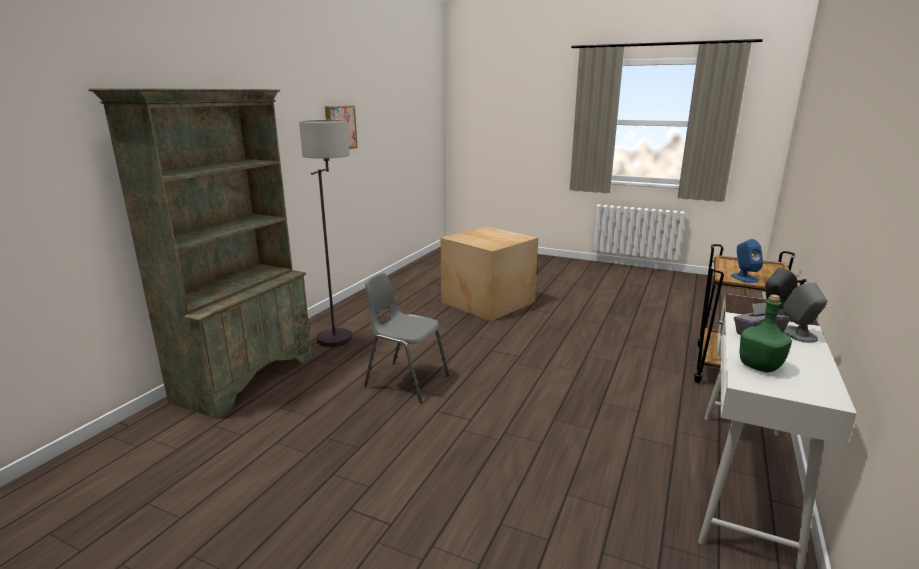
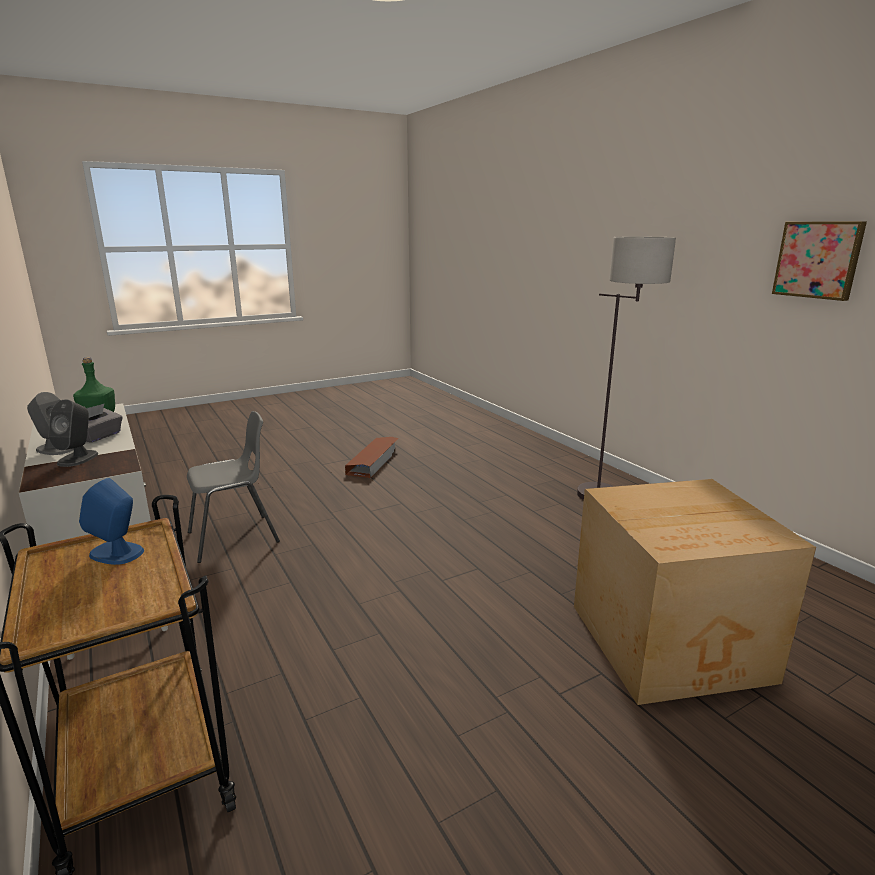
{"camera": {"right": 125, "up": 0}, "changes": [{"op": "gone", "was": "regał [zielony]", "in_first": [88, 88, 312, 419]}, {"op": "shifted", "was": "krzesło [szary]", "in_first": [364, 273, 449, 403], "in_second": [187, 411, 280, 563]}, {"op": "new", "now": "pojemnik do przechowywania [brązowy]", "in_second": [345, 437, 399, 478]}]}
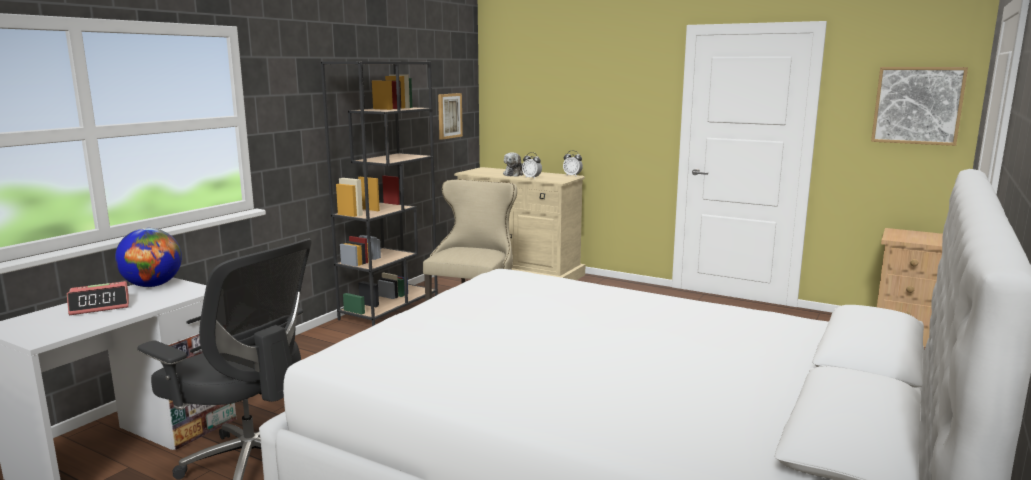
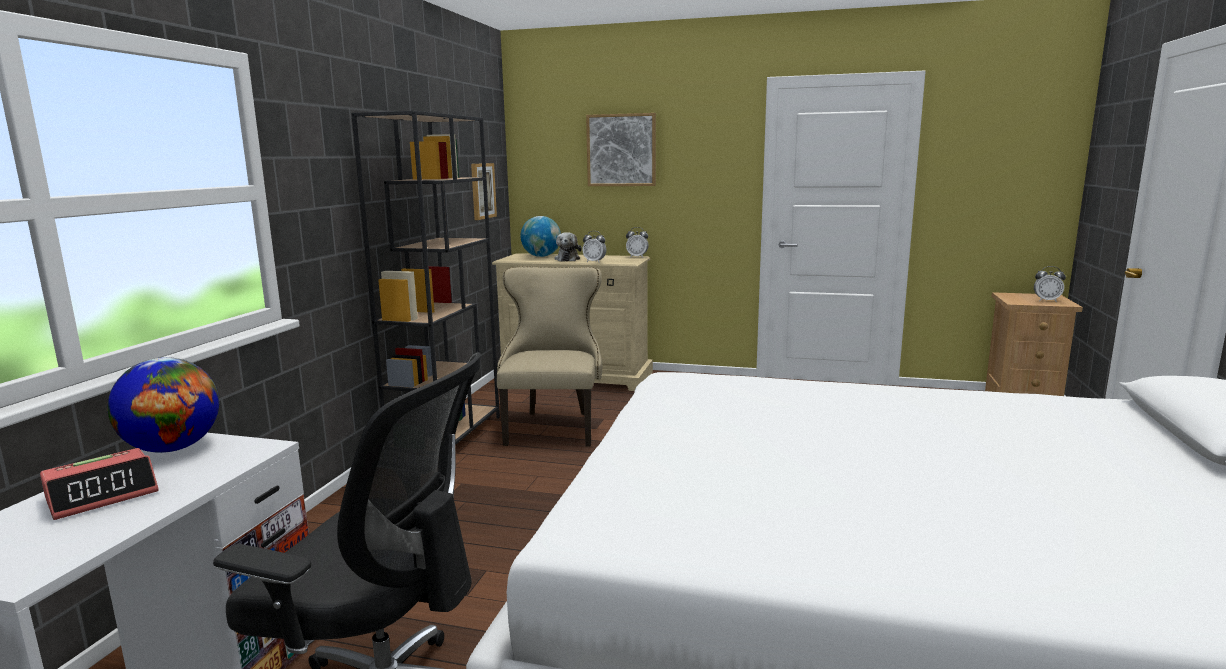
{"camera": {"right": -15, "up": 0}, "changes": [{"op": "shifted", "was": "obraz", "in_first": [871, 67, 968, 146], "in_second": [586, 113, 656, 186]}, {"op": "new", "now": "globus", "in_second": [520, 216, 561, 257]}, {"op": "new", "now": "budzik", "in_second": [1034, 266, 1066, 302]}]}
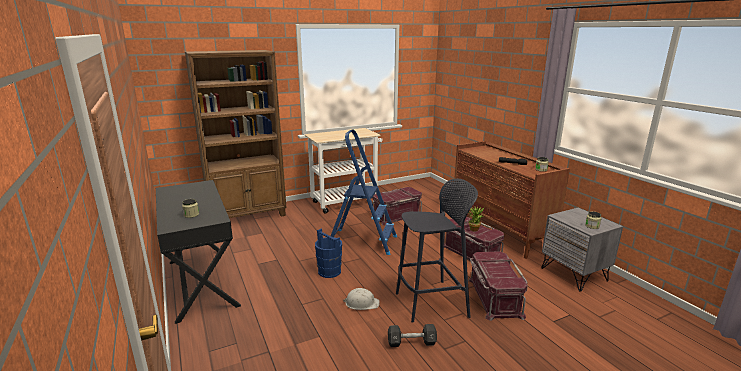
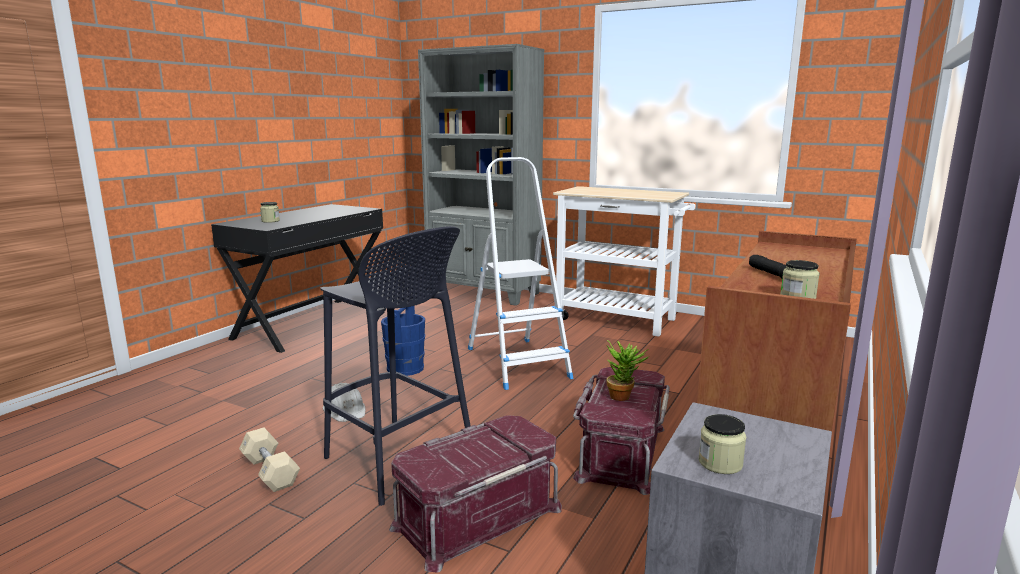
{"camera": {"right": 55, "up": -5}, "changes": [{"op": "repainted", "was": "regał [brązowy]", "now": "regał [szary]", "in_first": [185, 50, 287, 218], "in_second": [418, 44, 544, 306]}, {"op": "repainted", "was": "drabinka [niebieski]", "now": "drabinka [biały]", "in_first": [331, 129, 397, 255], "in_second": [468, 157, 573, 390]}, {"op": "gone", "was": "pojemnik do przechowywania [czerwony]", "in_first": [371, 187, 422, 225]}, {"op": "repainted", "was": "hantel [czarny]", "now": "hantel [beżowy]", "in_first": [388, 324, 437, 347], "in_second": [239, 427, 300, 492]}]}
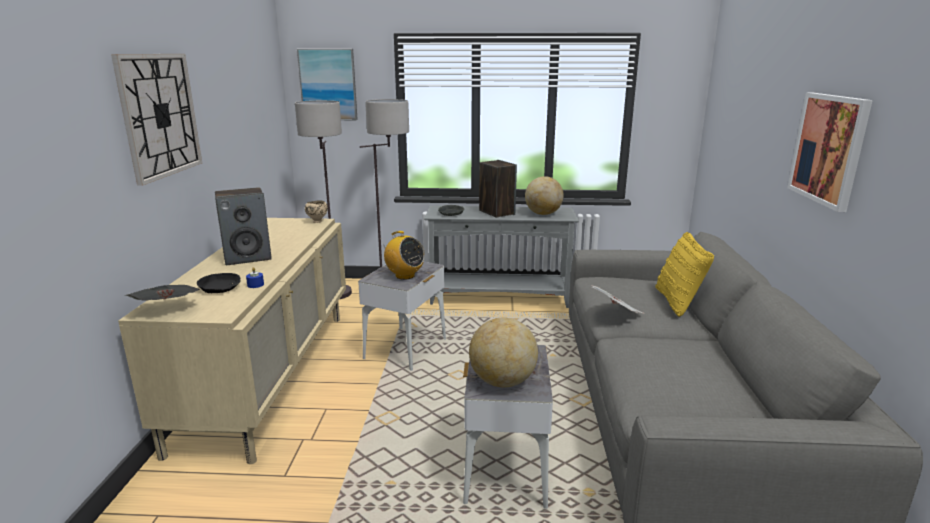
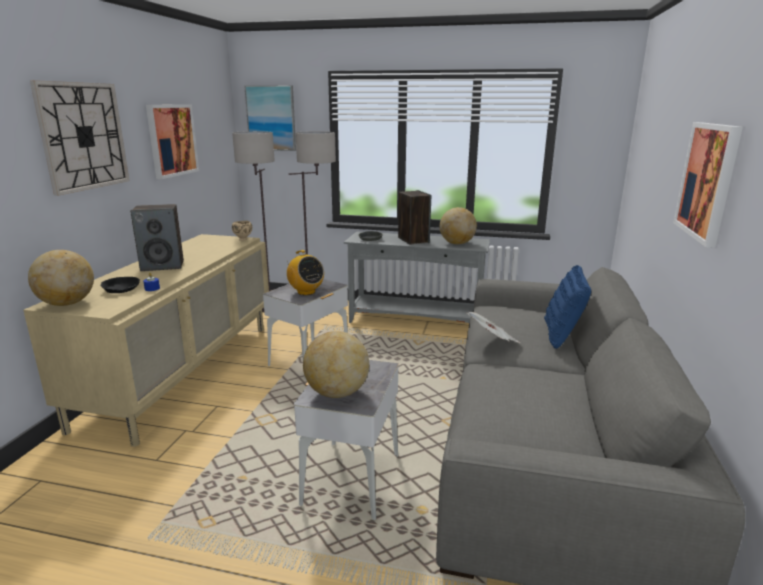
{"camera": {"right": 10, "up": 0}, "changes": [{"op": "swapped", "was": "gazeta", "now": "globus", "in_first": [124, 285, 200, 301], "in_second": [28, 250, 94, 306]}, {"op": "repainted", "was": "poduszka [żółty]", "now": "poduszka [niebieski]", "in_first": [655, 232, 714, 317], "in_second": [544, 265, 591, 349]}, {"op": "new", "now": "obraz", "in_second": [146, 104, 199, 179]}]}
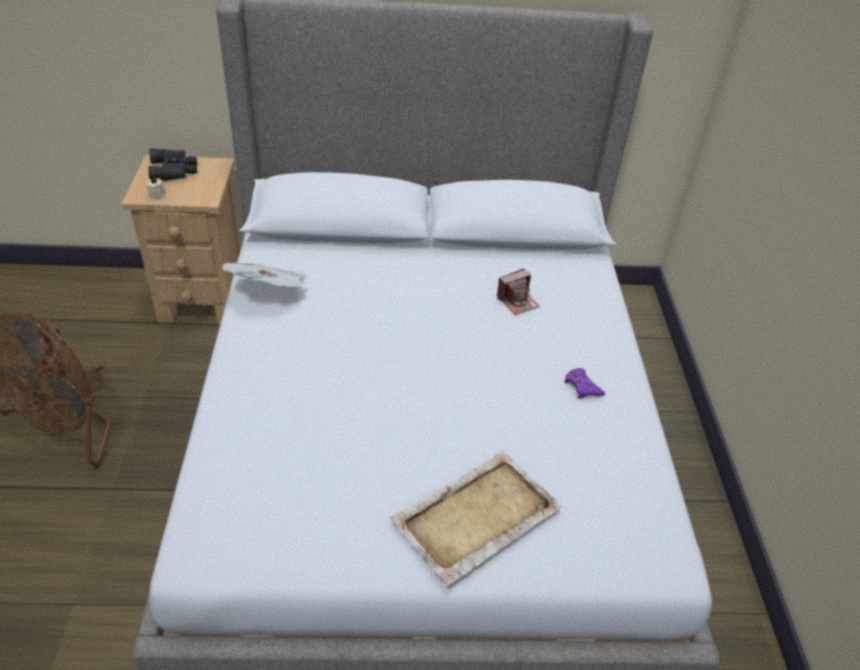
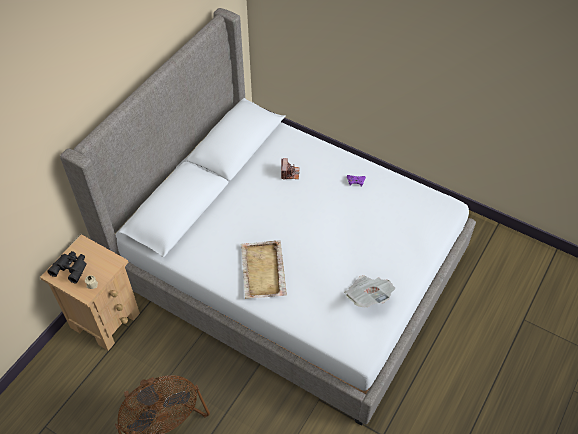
{"camera": {"right": -55, "up": 10}, "changes": [{"op": "shifted", "was": "gazeta", "in_first": [222, 263, 305, 288], "in_second": [344, 275, 395, 307]}, {"op": "shifted", "was": "taca [beżowy]", "in_first": [390, 450, 562, 586], "in_second": [240, 240, 287, 299]}]}
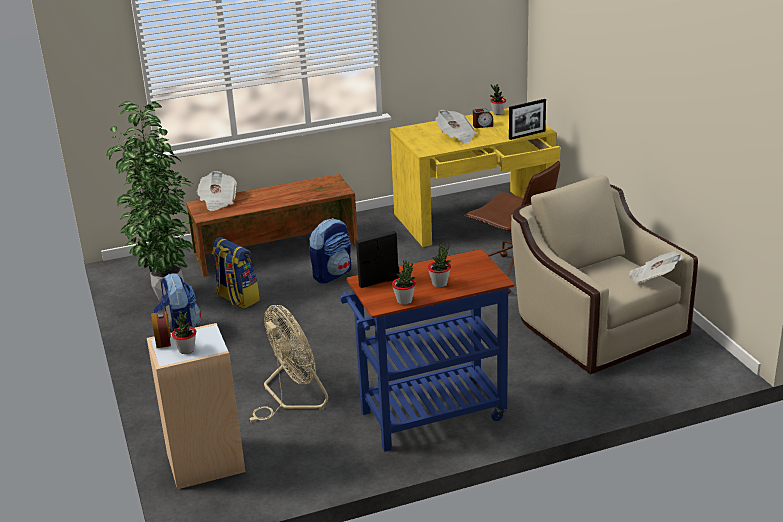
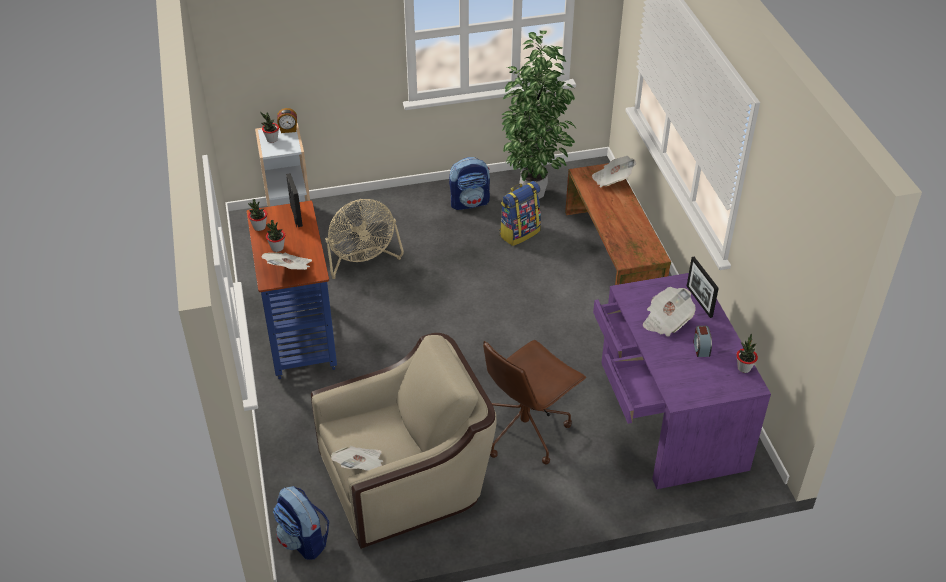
{"camera": {"right": 95, "up": 15}, "changes": [{"op": "shifted", "was": "plecak", "in_first": [309, 218, 351, 283], "in_second": [273, 486, 329, 560]}, {"op": "repainted", "was": "biurko [żółty]", "now": "biurko [fioletowy]", "in_first": [390, 108, 560, 247], "in_second": [593, 273, 771, 489]}, {"op": "shifted", "was": "ramka na zdjęcie", "in_first": [509, 99, 546, 140], "in_second": [687, 257, 719, 318]}, {"op": "new", "now": "gazeta", "in_second": [262, 253, 312, 270]}]}
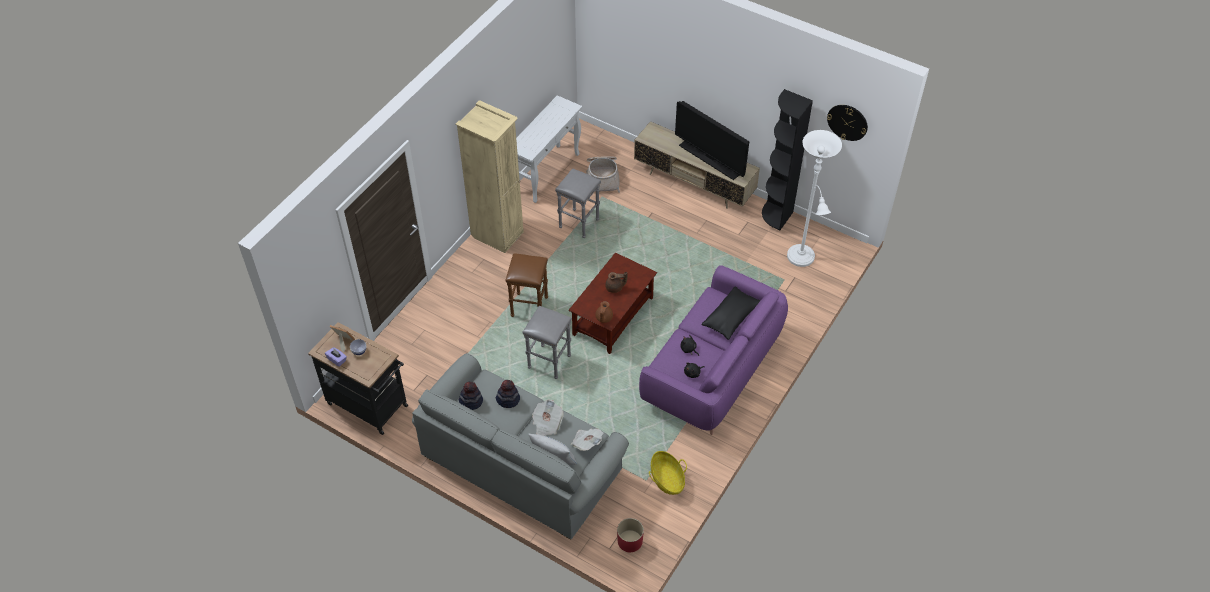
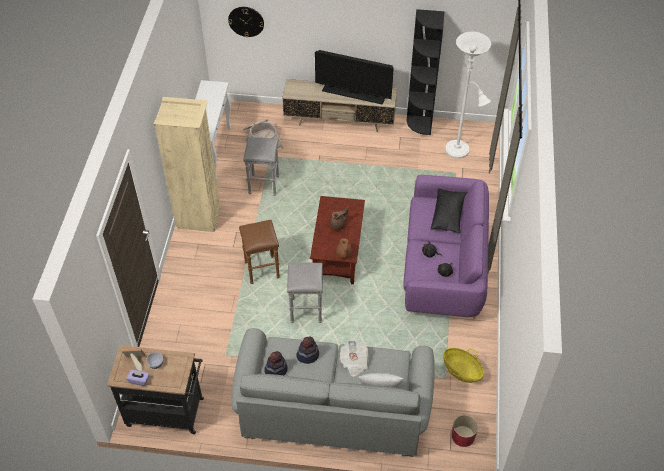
{"camera": {"right": -25, "up": 0}, "changes": [{"op": "gone", "was": "gazeta", "in_first": [571, 428, 604, 451]}, {"op": "shifted", "was": "zegar ścienny", "in_first": [827, 105, 868, 141], "in_second": [228, 7, 264, 37]}]}
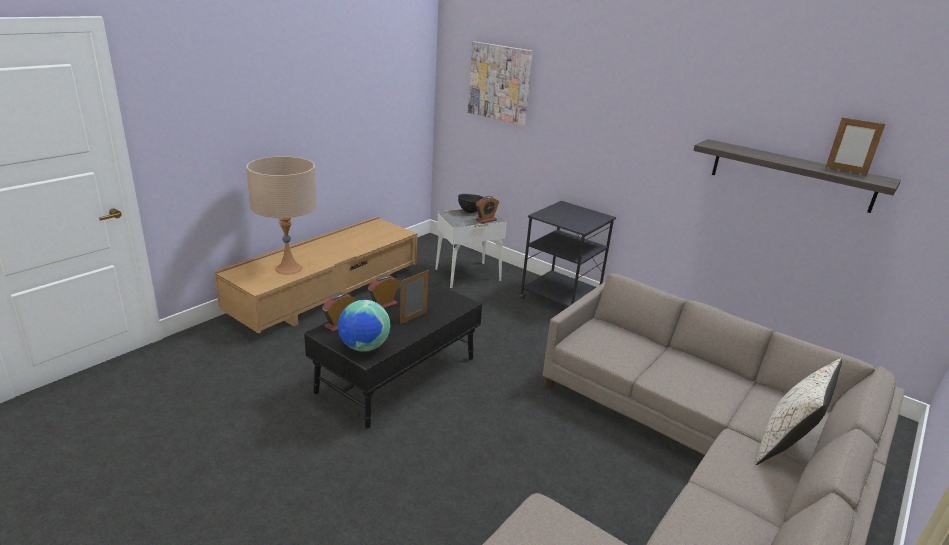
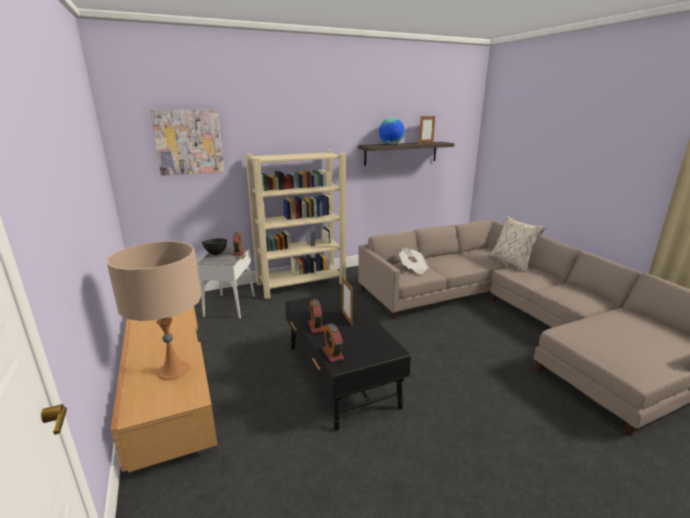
{"camera": {"right": -60, "up": -5}, "changes": [{"op": "shifted", "was": "globus", "in_first": [338, 300, 390, 352], "in_second": [379, 118, 405, 145]}, {"op": "swapped", "was": "wózek [czarny]", "now": "regał [beżowy]", "in_first": [520, 201, 616, 307], "in_second": [245, 150, 346, 299]}, {"op": "new", "now": "gazeta", "in_second": [399, 248, 429, 275]}]}
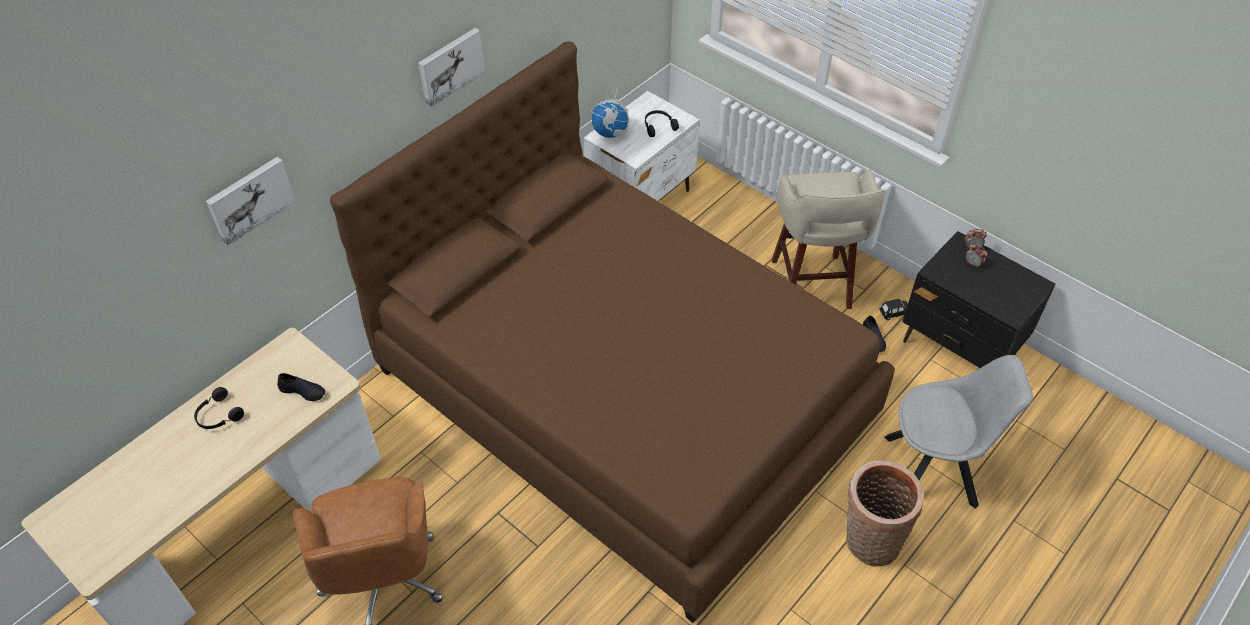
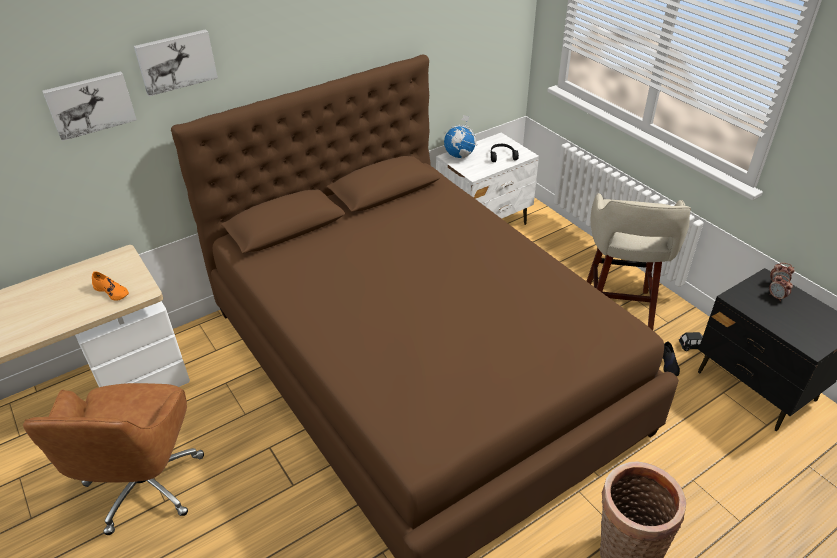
{"camera": {"right": 15, "up": -10}, "changes": [{"op": "gone", "was": "słuchawki [czarny]", "in_first": [194, 387, 244, 429]}, {"op": "repainted", "was": "but [czarny]", "now": "but [pomarańczowy]", "in_first": [277, 373, 325, 401], "in_second": [92, 272, 129, 300]}, {"op": "shifted", "was": "obraz", "in_first": [418, 28, 485, 108], "in_second": [134, 29, 218, 96]}, {"op": "gone", "was": "krzesło [szary]", "in_first": [884, 355, 1033, 509]}]}
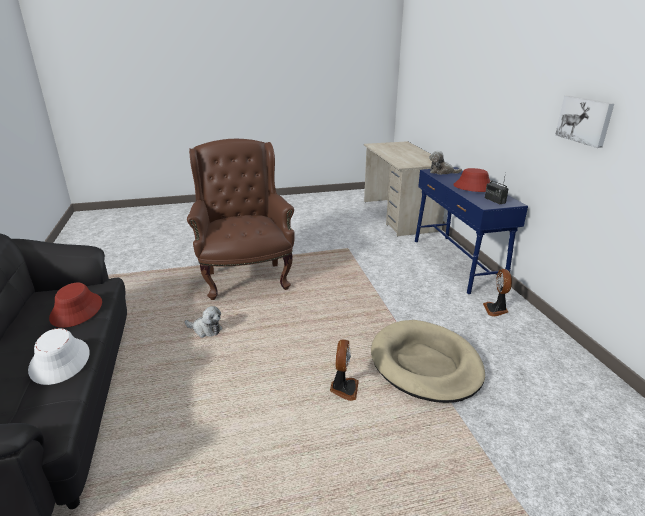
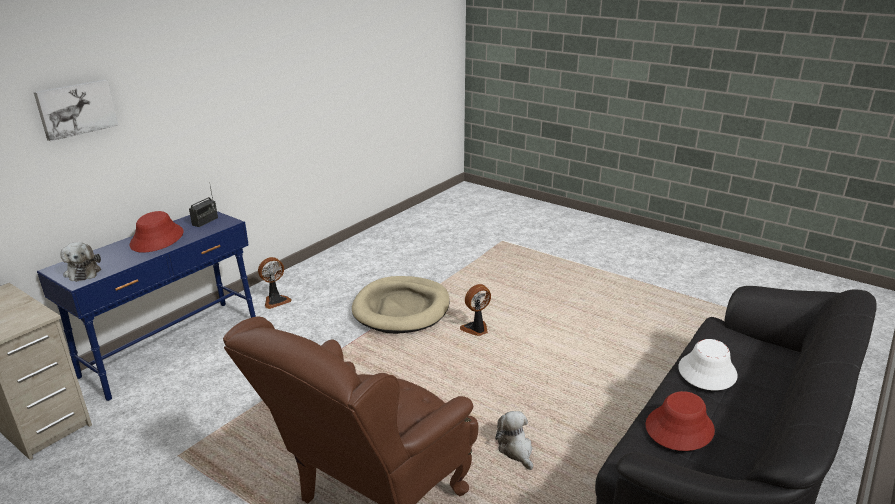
{"camera": {"right": -130, "up": 0}, "changes": [{"op": "shifted", "was": "obraz", "in_first": [555, 95, 614, 148], "in_second": [34, 79, 118, 141]}]}
